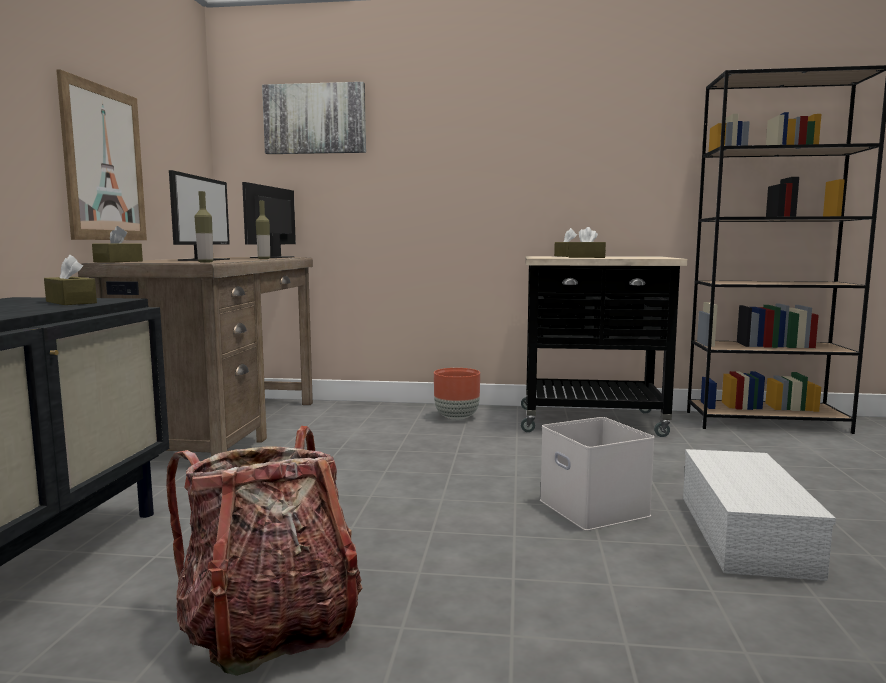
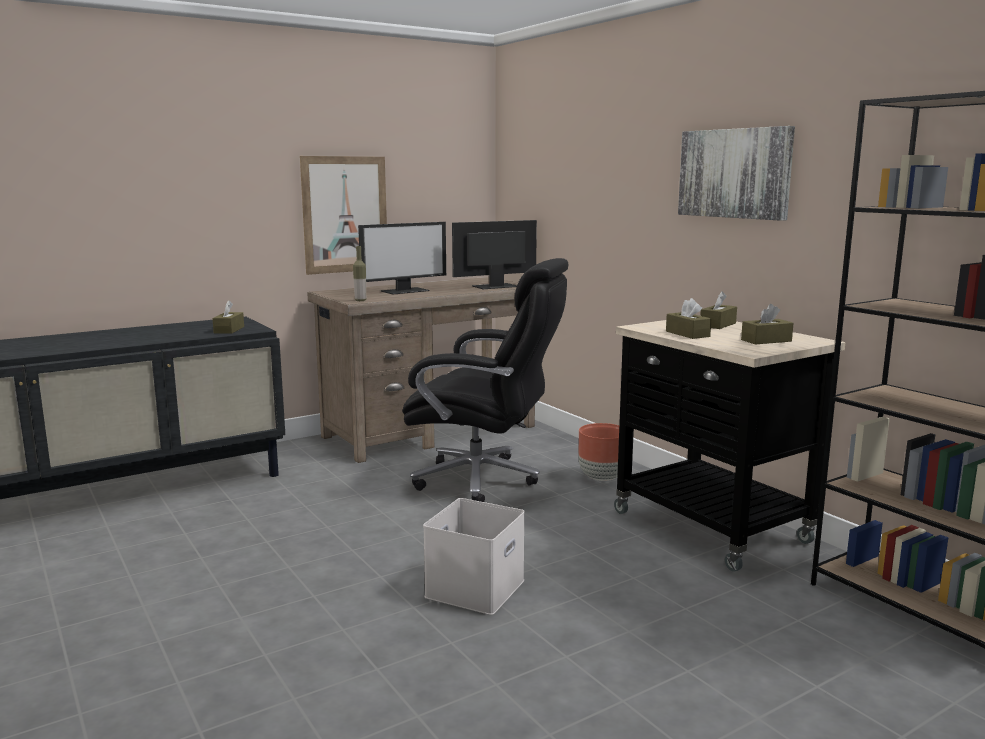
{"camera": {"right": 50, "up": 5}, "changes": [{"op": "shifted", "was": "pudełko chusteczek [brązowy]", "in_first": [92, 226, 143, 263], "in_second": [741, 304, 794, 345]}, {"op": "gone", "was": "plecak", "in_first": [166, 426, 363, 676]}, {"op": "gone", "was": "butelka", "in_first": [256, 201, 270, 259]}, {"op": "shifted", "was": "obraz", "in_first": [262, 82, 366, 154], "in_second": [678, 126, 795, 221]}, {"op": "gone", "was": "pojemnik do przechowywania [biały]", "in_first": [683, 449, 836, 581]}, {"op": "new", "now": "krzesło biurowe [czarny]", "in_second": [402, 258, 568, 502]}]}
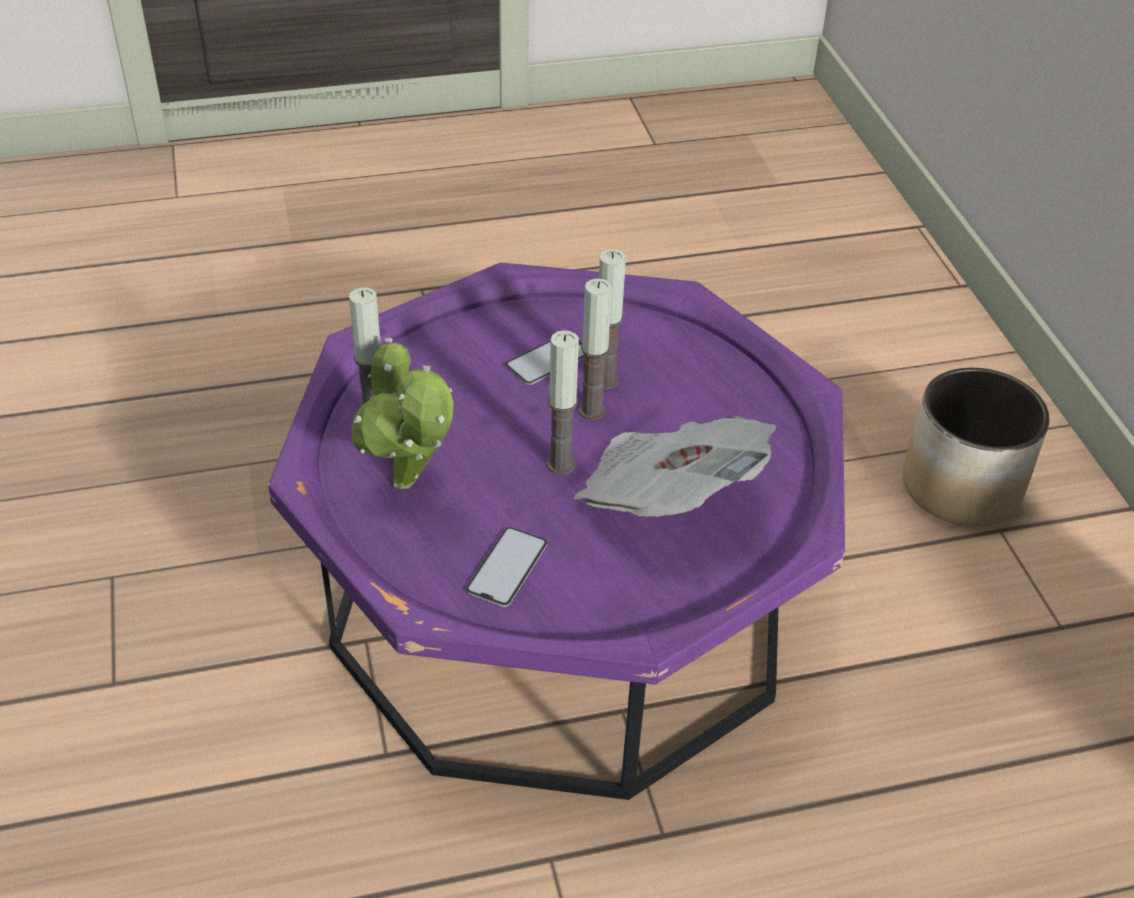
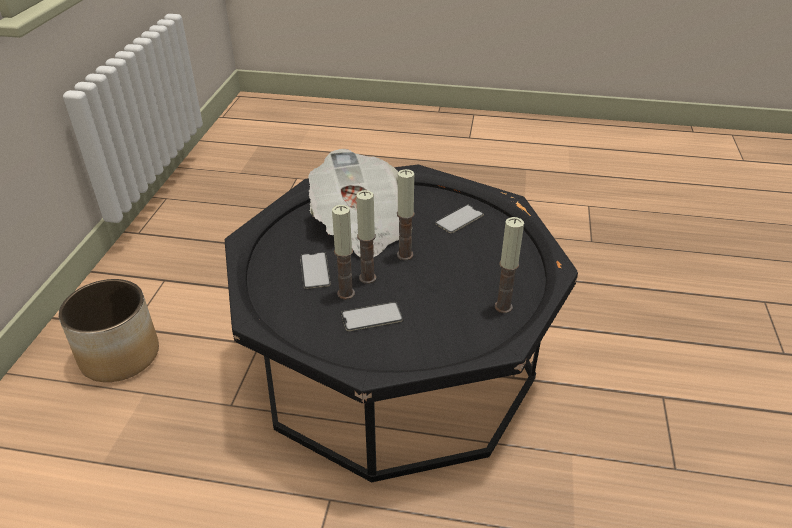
{"camera": {"right": -155, "up": -5}, "changes": [{"op": "repainted", "was": "ława [fioletowy]", "now": "ława [czarny]", "in_first": [268, 263, 845, 800], "in_second": [225, 165, 578, 482]}, {"op": "gone", "was": "roślina doniczkowa", "in_first": [352, 337, 454, 489]}, {"op": "new", "now": "telefon", "in_second": [300, 252, 331, 289]}]}
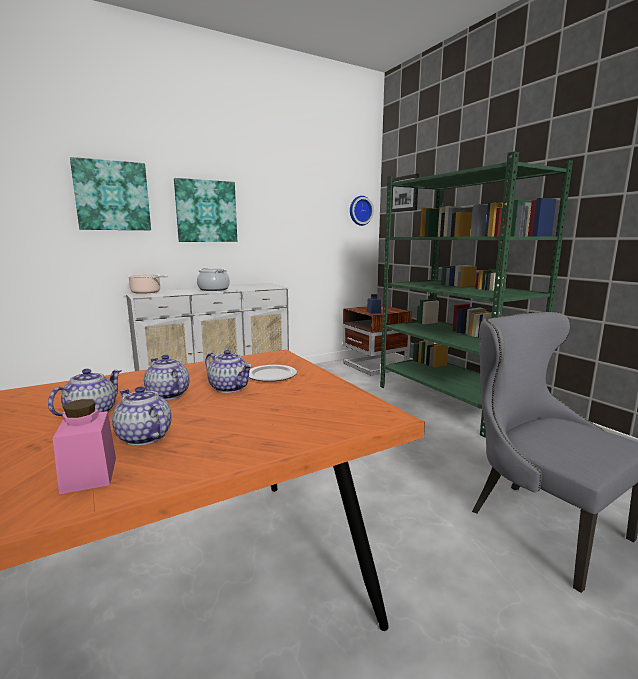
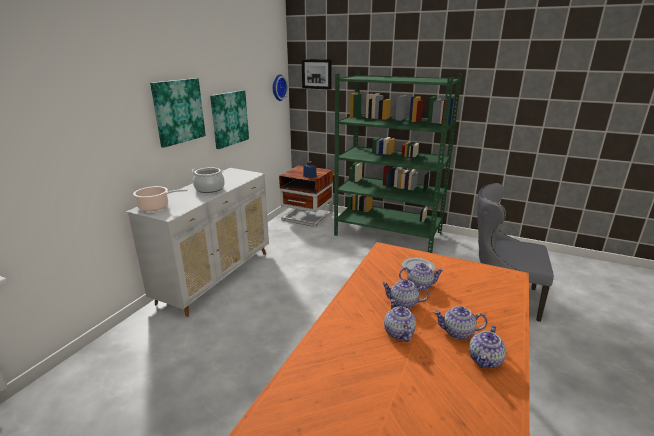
{"camera": {"right": -35, "up": 10}, "changes": [{"op": "swapped", "was": "słoik [różowy]", "now": "imbryk", "in_first": [53, 399, 116, 494], "in_second": [469, 326, 506, 368]}, {"op": "shifted", "was": "obraz", "in_first": [70, 157, 151, 230], "in_second": [210, 90, 249, 149]}]}
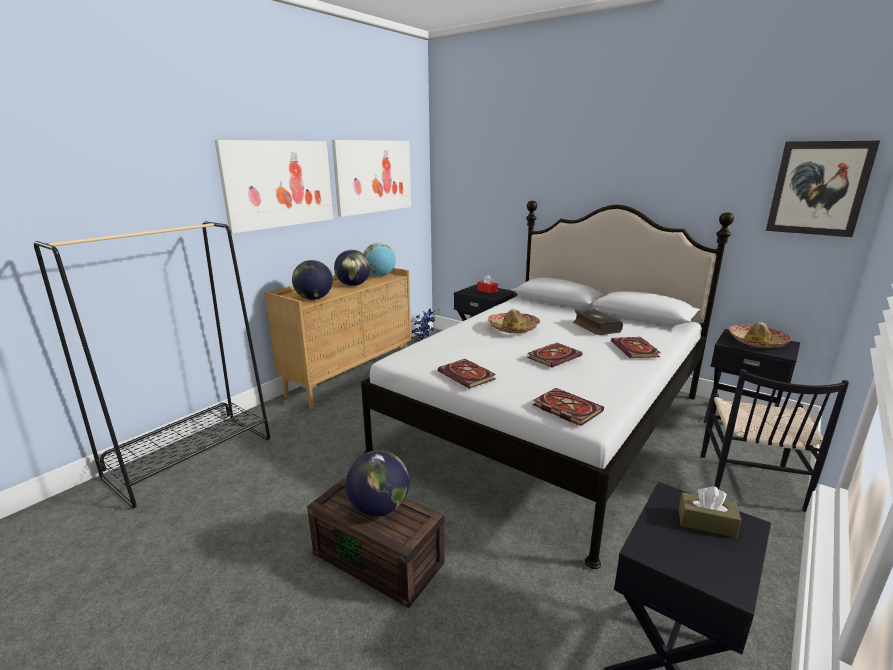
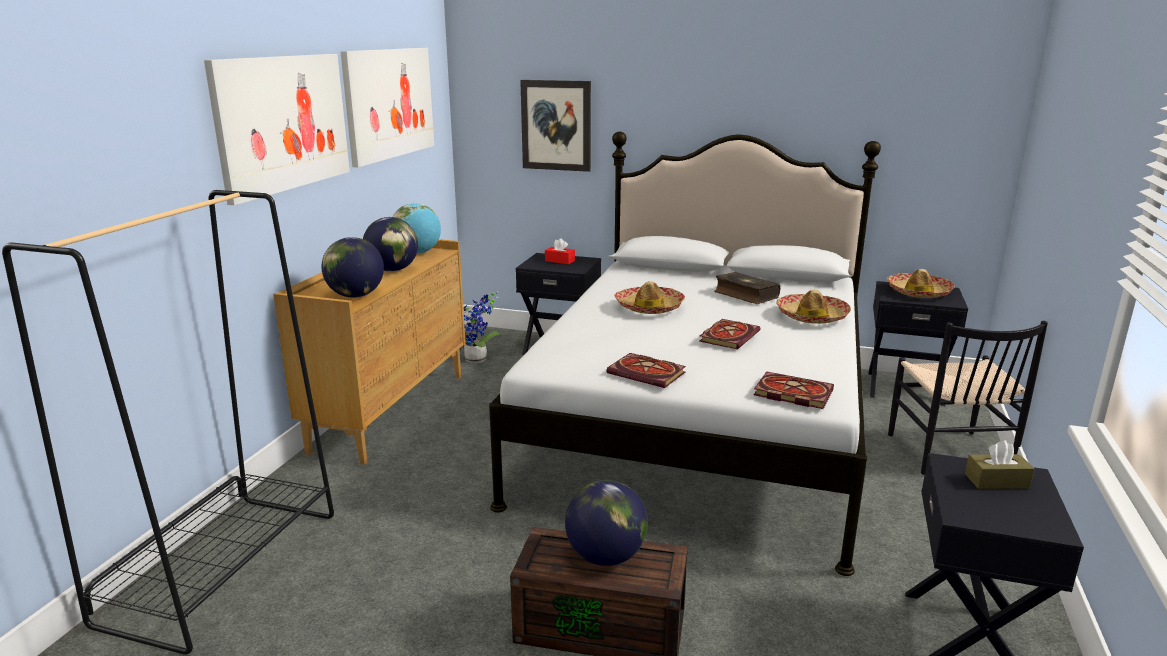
{"camera": {"right": -20, "up": 0}, "changes": [{"op": "swapped", "was": "książka", "now": "kapelusz", "in_first": [611, 337, 661, 358], "in_second": [776, 290, 851, 324]}, {"op": "shifted", "was": "obraz", "in_first": [766, 141, 880, 237], "in_second": [520, 80, 591, 172]}]}
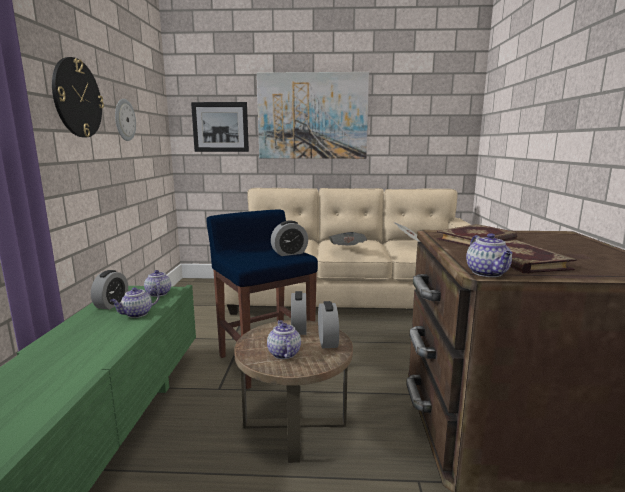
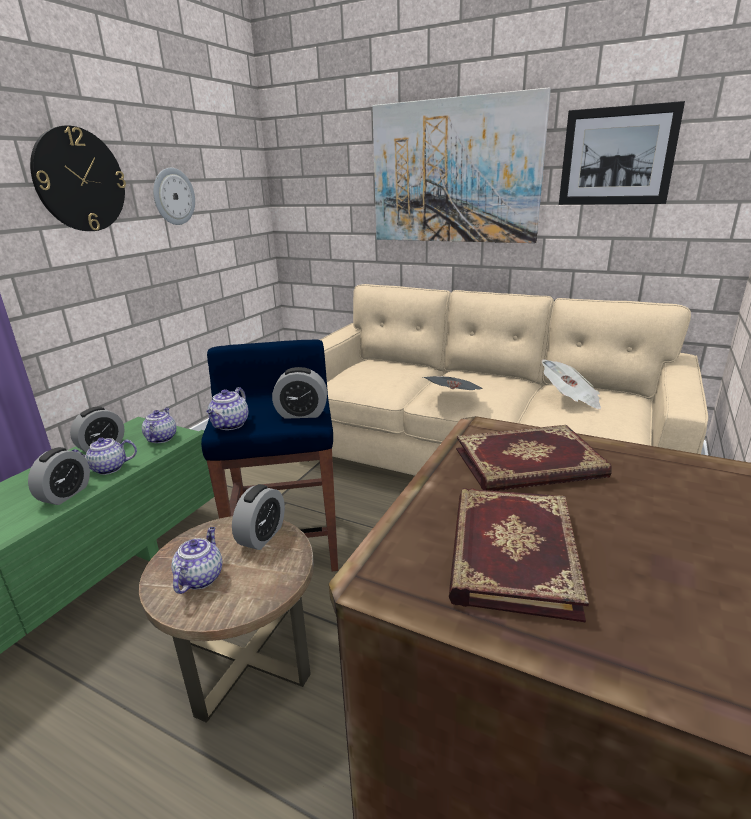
{"camera": {"right": 25, "up": 10}, "changes": [{"op": "shifted", "was": "obraz", "in_first": [191, 102, 249, 152], "in_second": [559, 101, 685, 205]}, {"op": "shifted", "was": "budzik", "in_first": [318, 301, 339, 348], "in_second": [28, 447, 90, 505]}, {"op": "shifted", "was": "imbryk", "in_first": [466, 233, 512, 277], "in_second": [206, 387, 249, 430]}]}
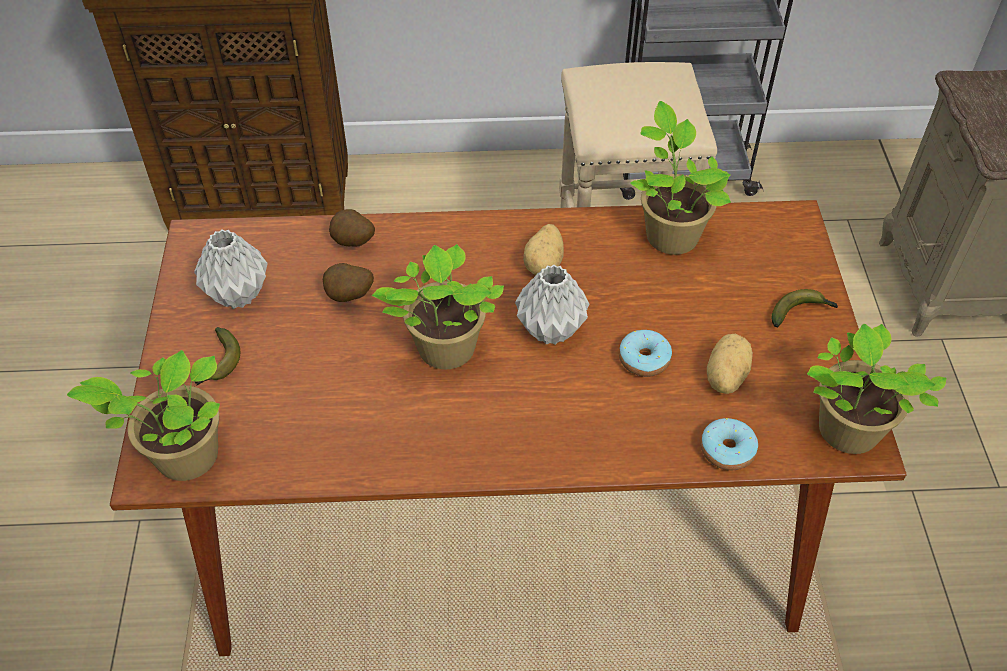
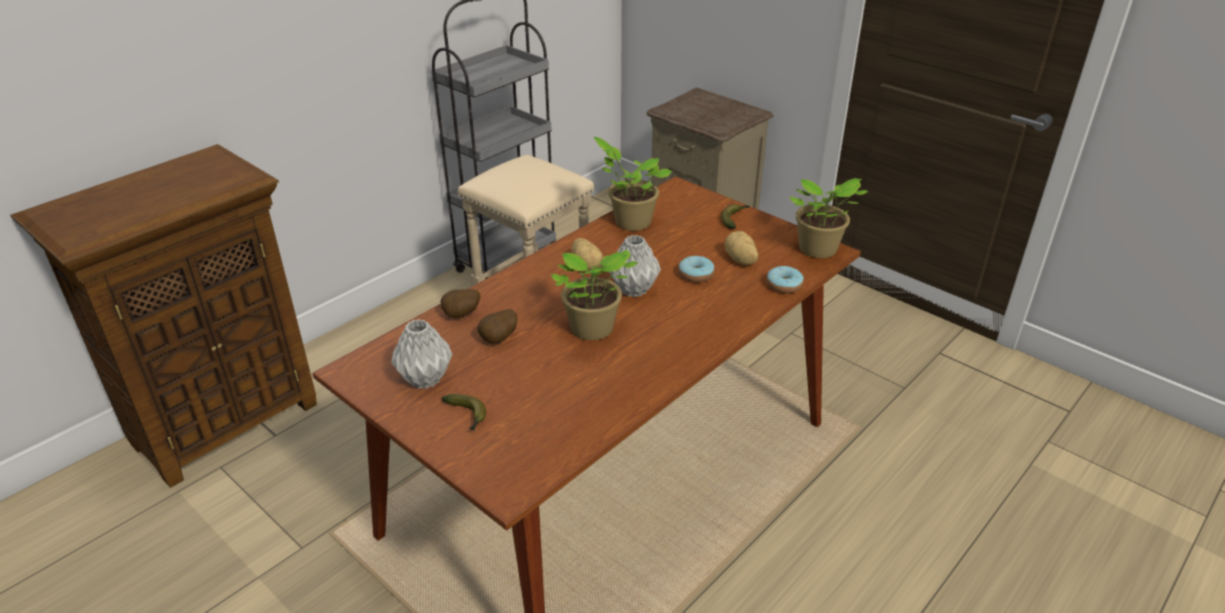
{"camera": {"right": -45, "up": -15}, "changes": [{"op": "gone", "was": "roślina doniczkowa", "in_first": [67, 350, 220, 481]}]}
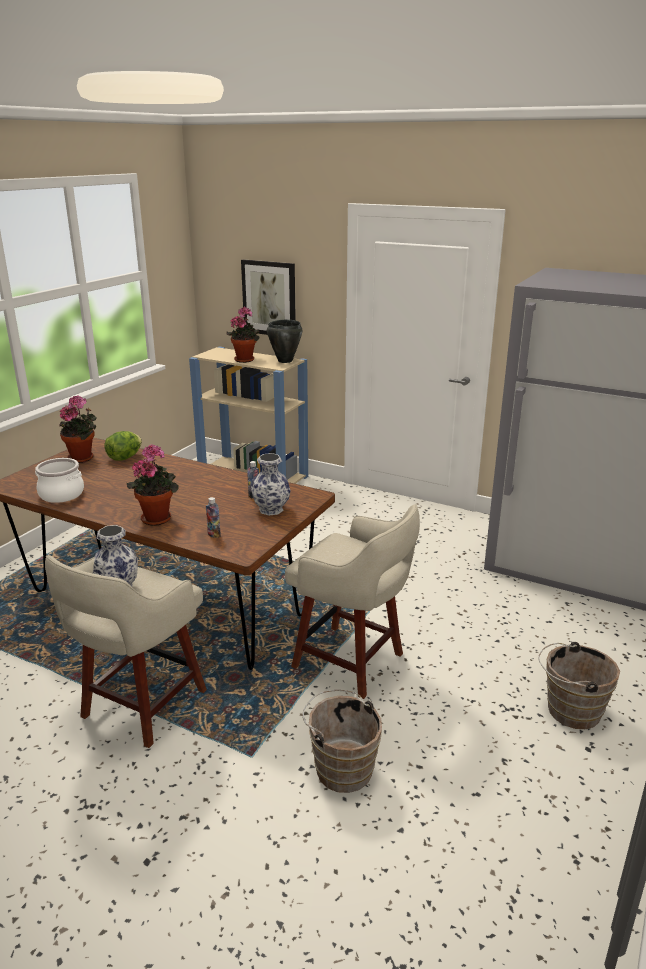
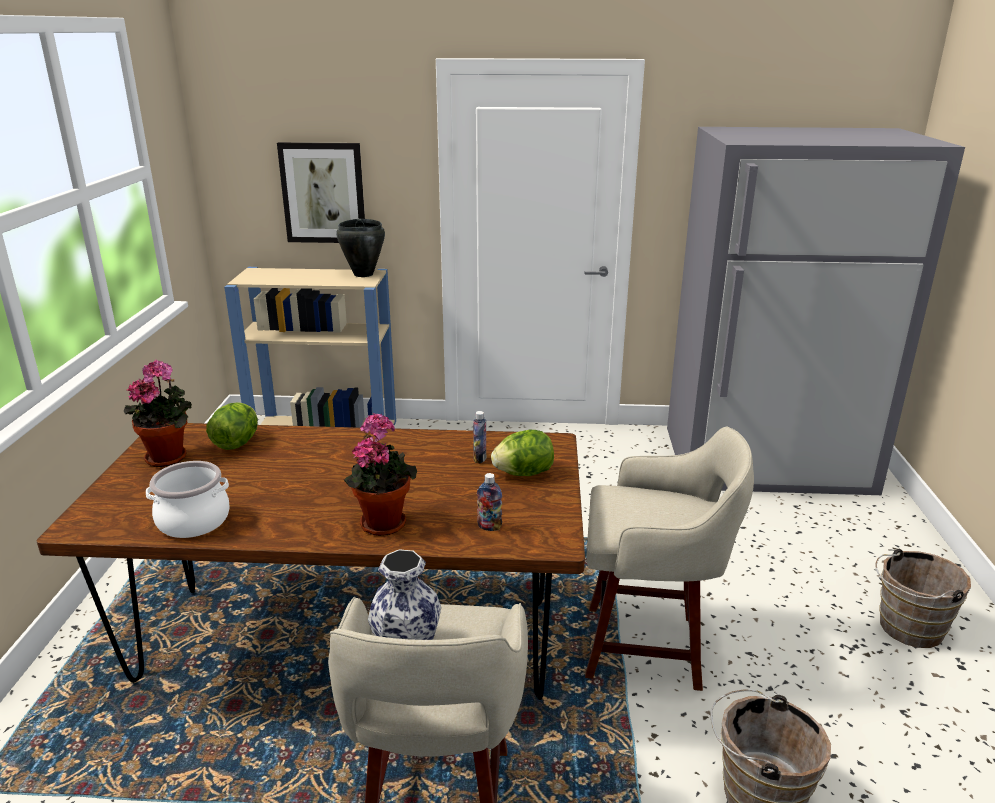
{"camera": {"right": -25, "up": 0}, "changes": [{"op": "gone", "was": "roślina doniczkowa", "in_first": [226, 307, 260, 363]}, {"op": "swapped", "was": "wazon", "now": "sałata", "in_first": [251, 453, 291, 516], "in_second": [491, 430, 554, 476]}]}
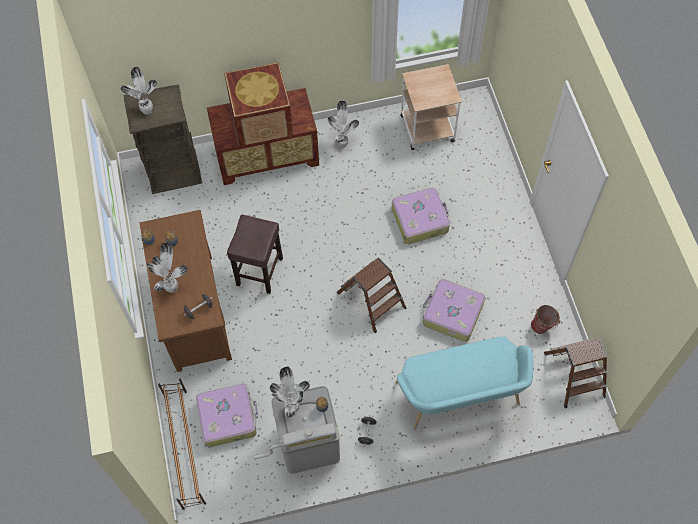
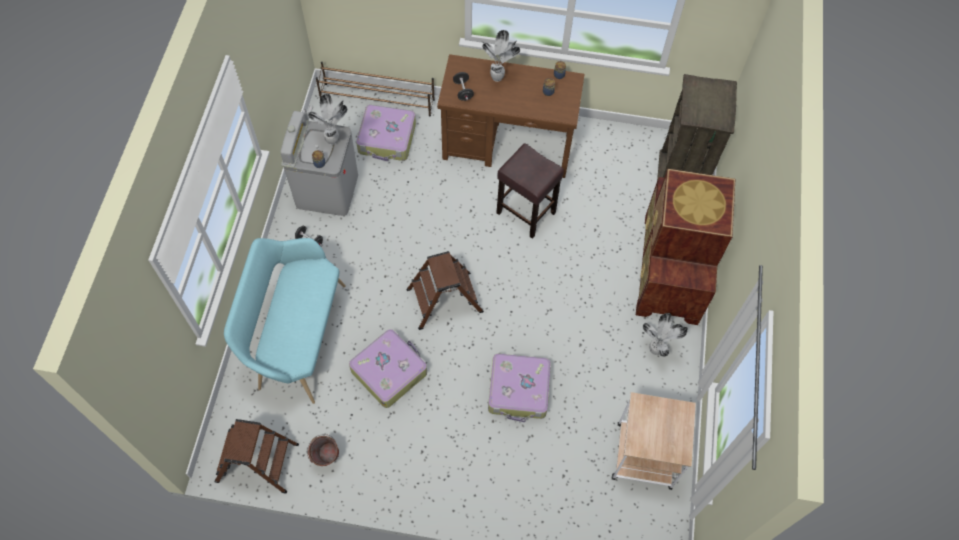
{"camera": {"right": 110, "up": 0}, "changes": [{"op": "gone", "was": "roślina doniczkowa", "in_first": [121, 67, 158, 115]}]}
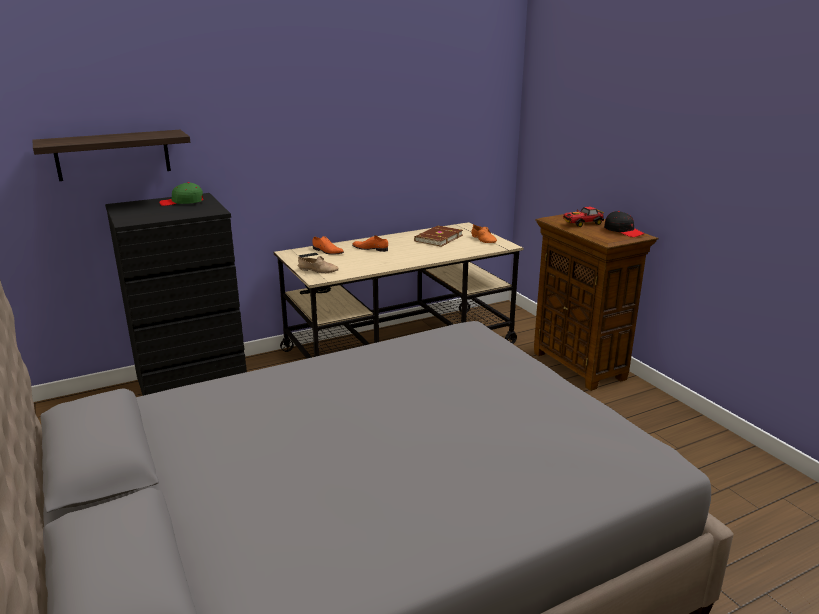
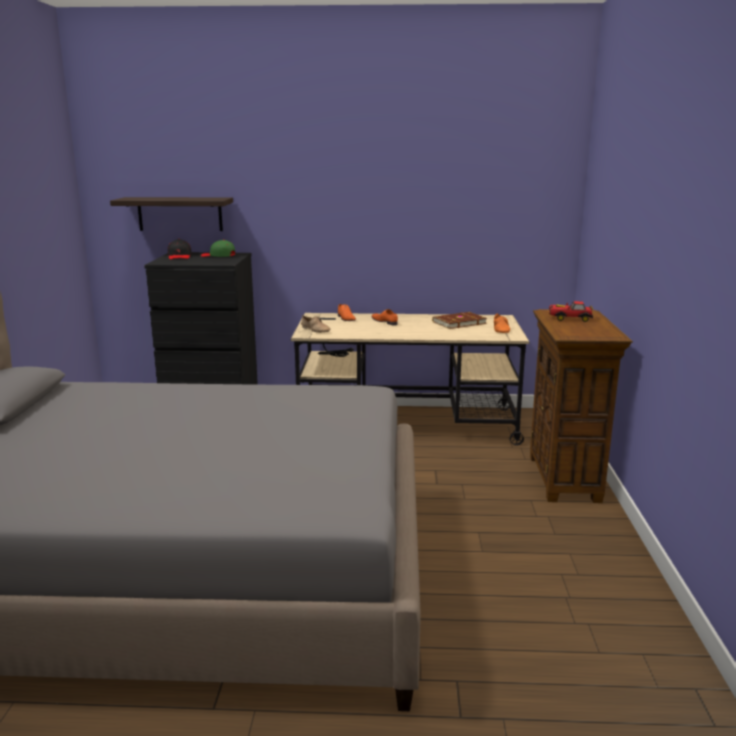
{"camera": {"right": 30, "up": -5}, "changes": [{"op": "shifted", "was": "czapka z daszkiem [czarny]", "in_first": [604, 211, 645, 237], "in_second": [168, 239, 192, 259]}]}
